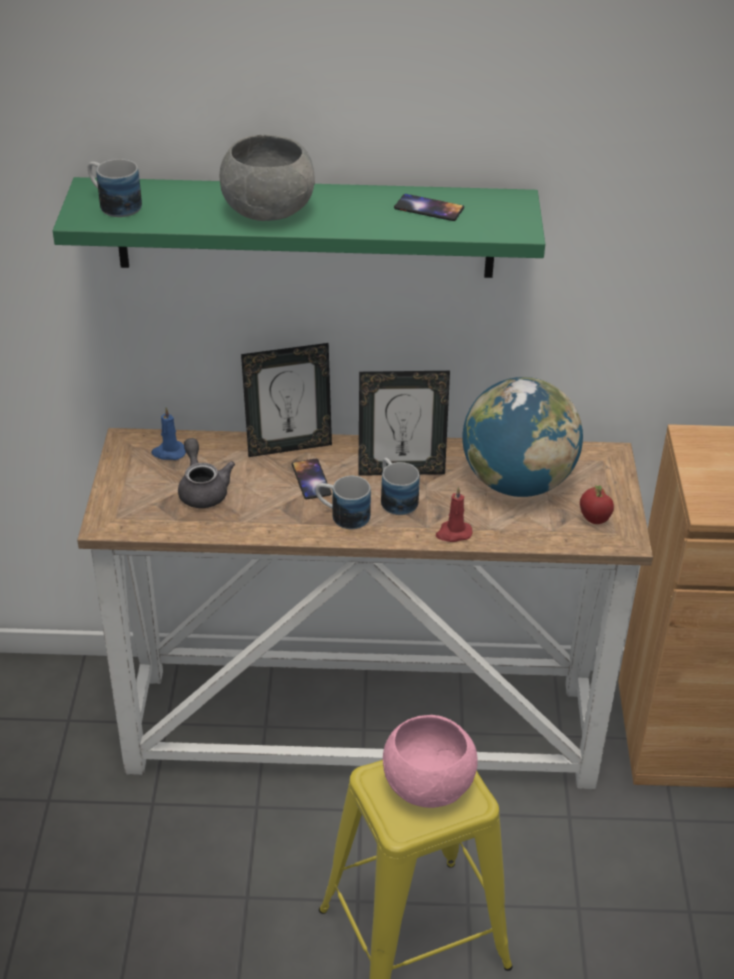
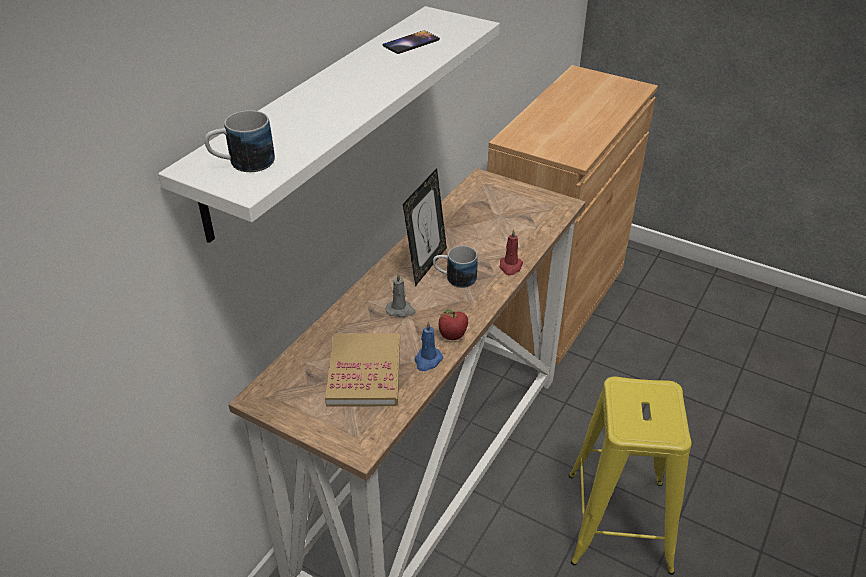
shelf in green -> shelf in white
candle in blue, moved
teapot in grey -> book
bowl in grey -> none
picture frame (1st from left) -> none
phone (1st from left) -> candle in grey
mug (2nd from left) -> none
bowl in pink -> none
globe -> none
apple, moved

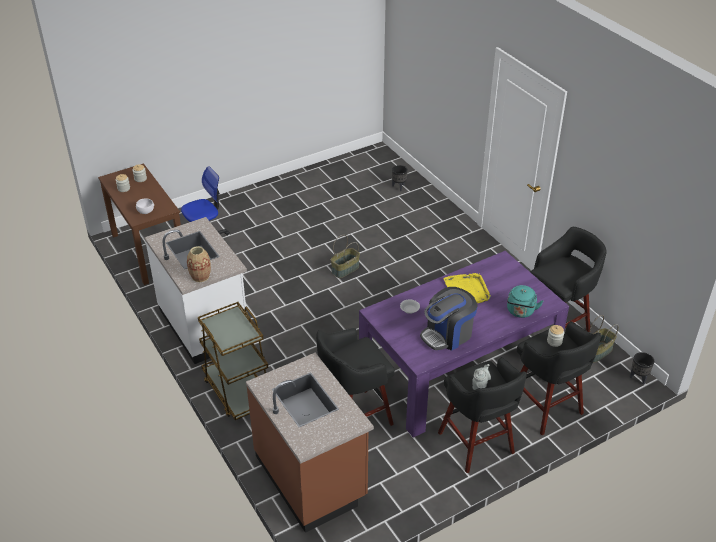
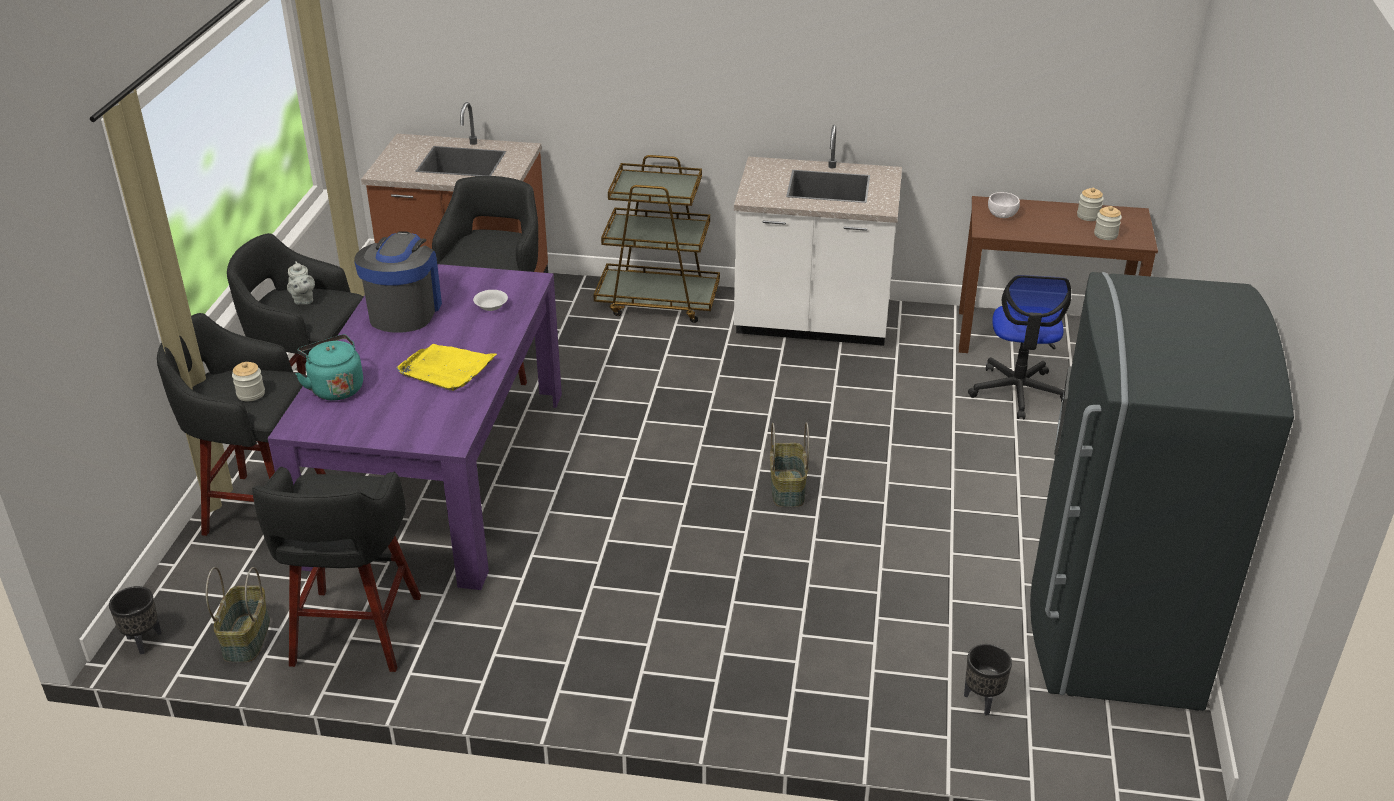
vase -> none
none -> fridge in grey

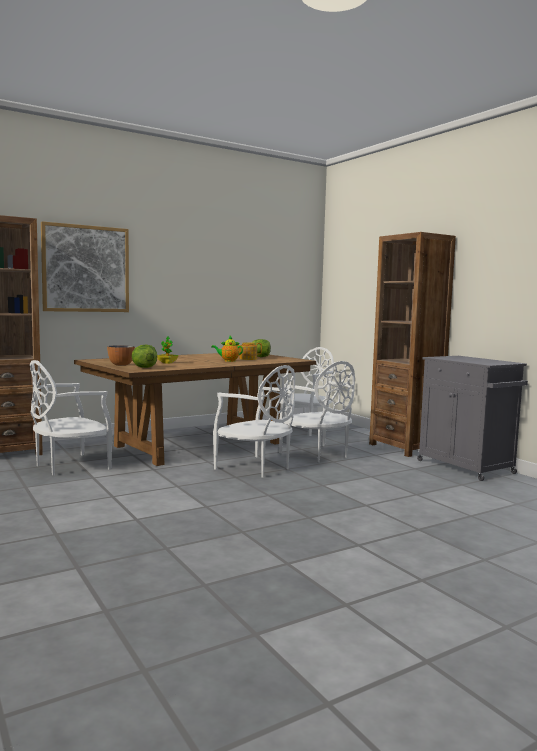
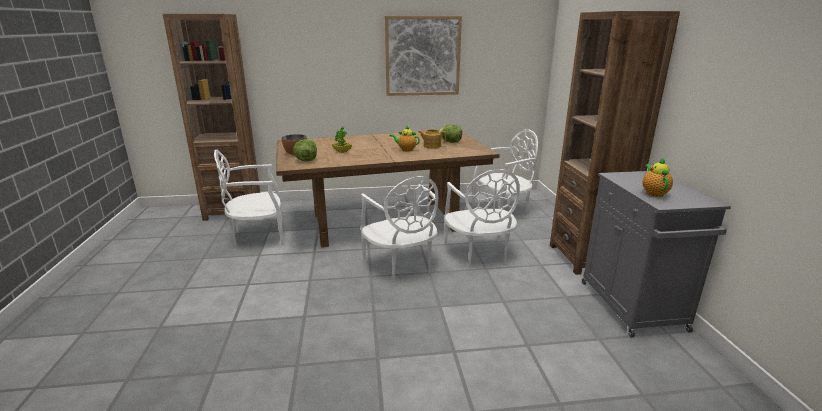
picture, moved
none -> teapot (3rd from left)

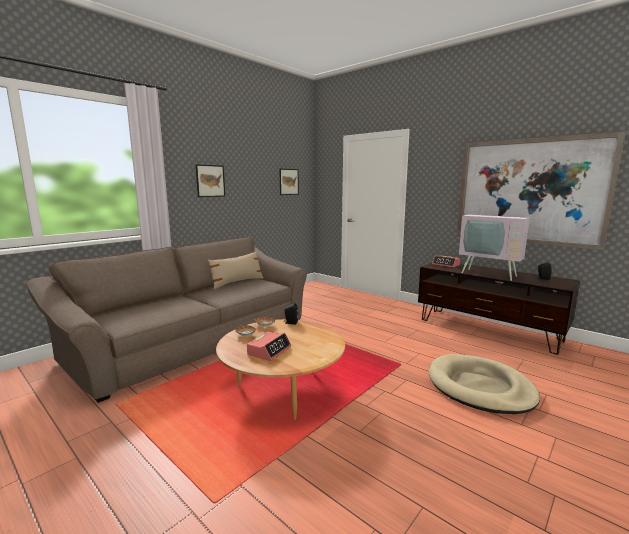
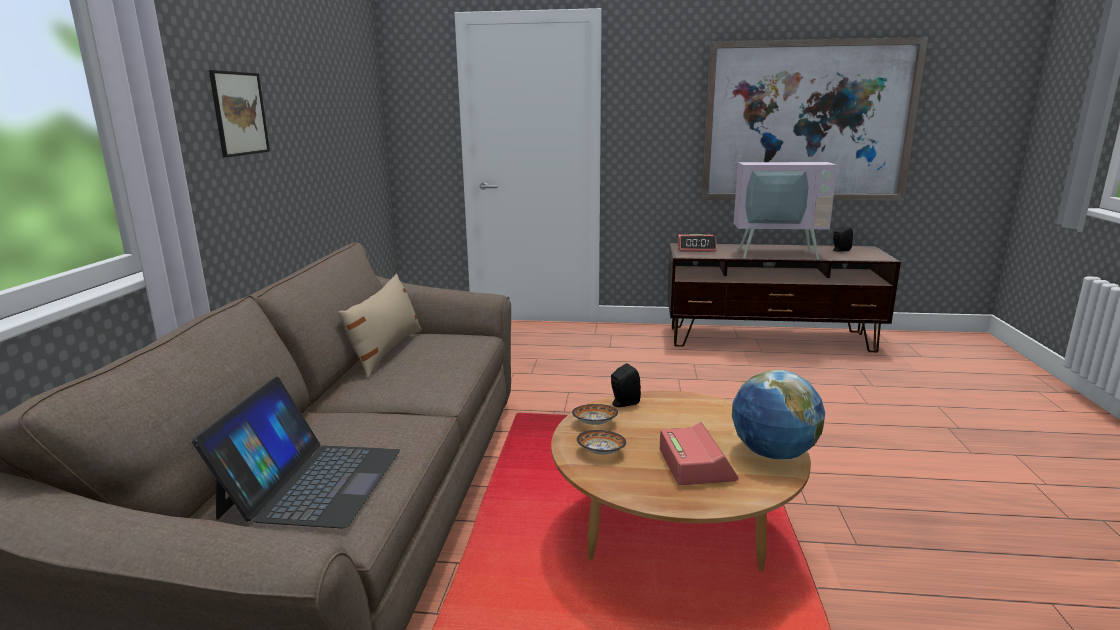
picture (2nd from left) -> none
dog bed in beige -> none
none -> laptop
none -> globe

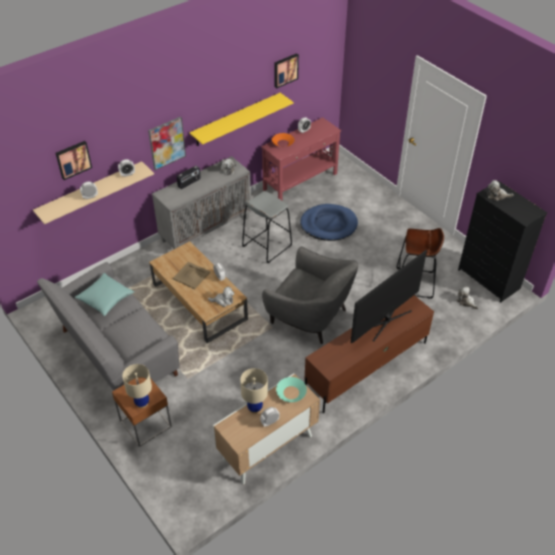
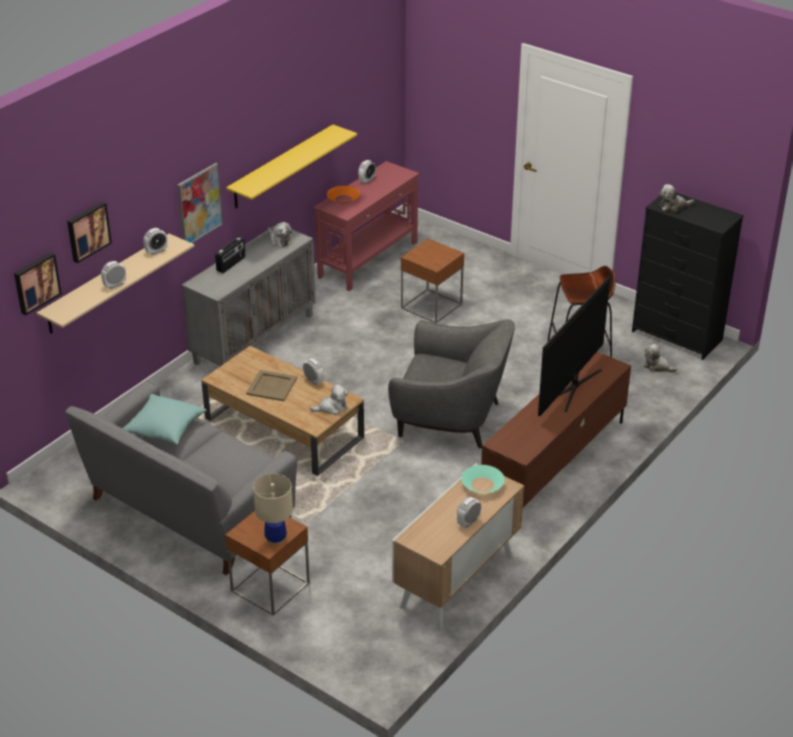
table lamp in beige (2nd from left) -> none
stool in grey -> none
picture (3rd from left in the first image) -> picture (1st from left), moved
dog bed in blue -> side table in brown (2nd from left)

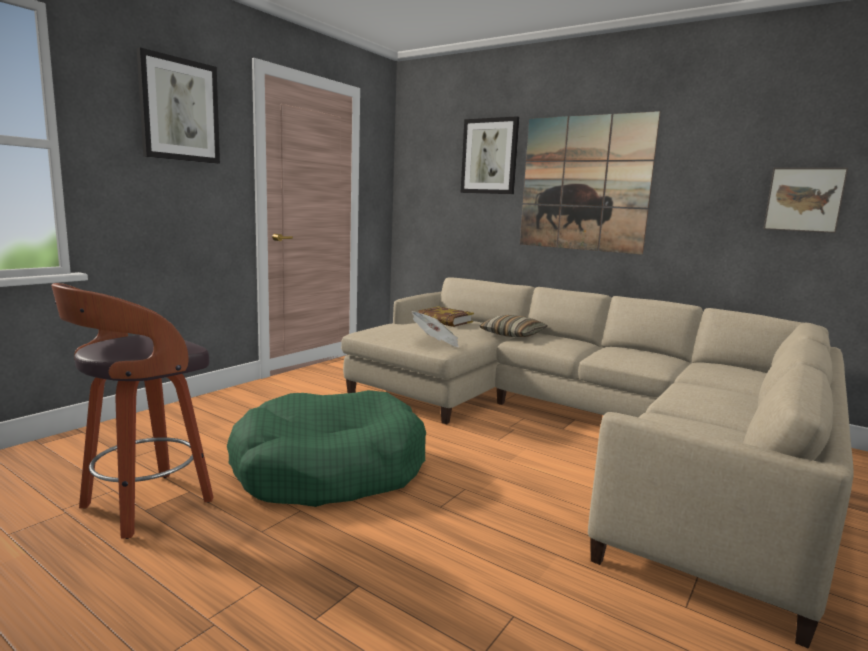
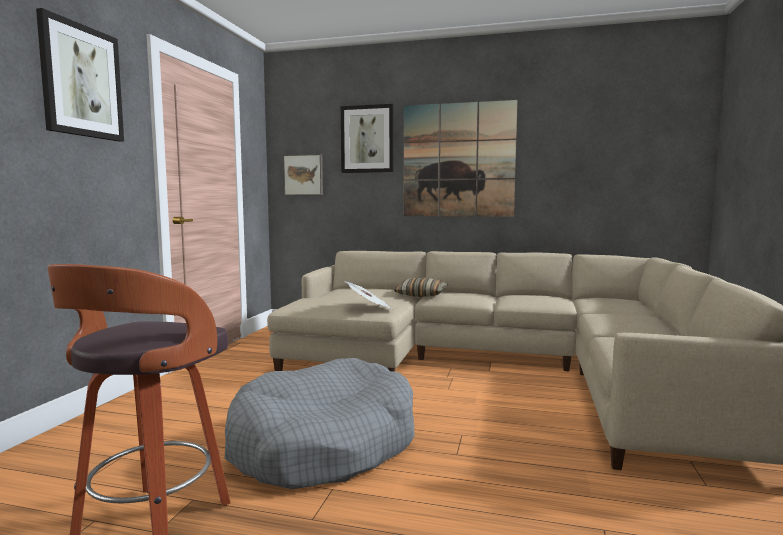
dog bed in green -> dog bed in grey
book -> none
picture (4th from left in the first image) -> picture (2nd from left), moved

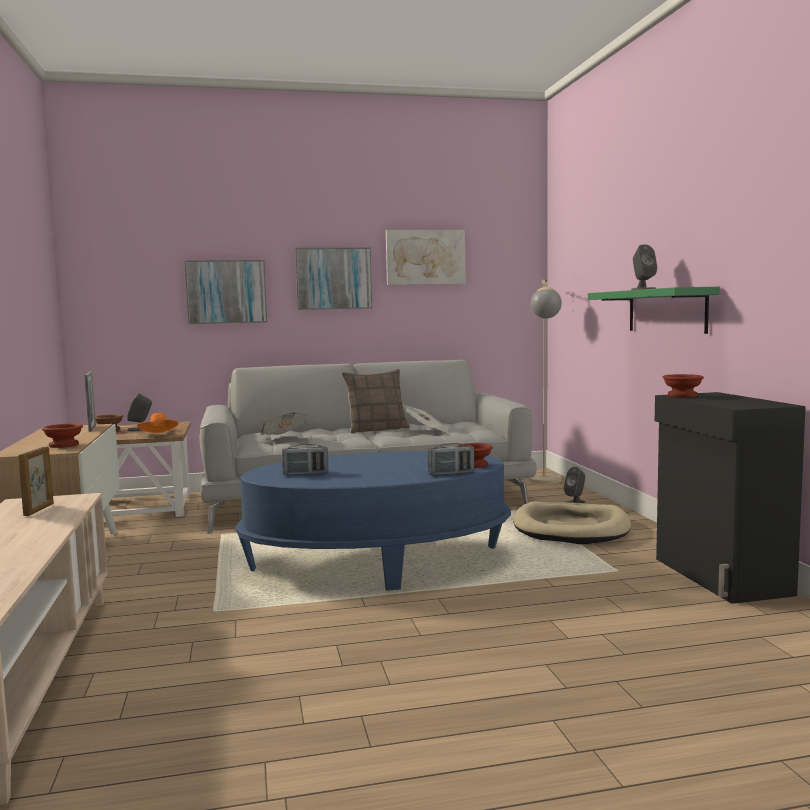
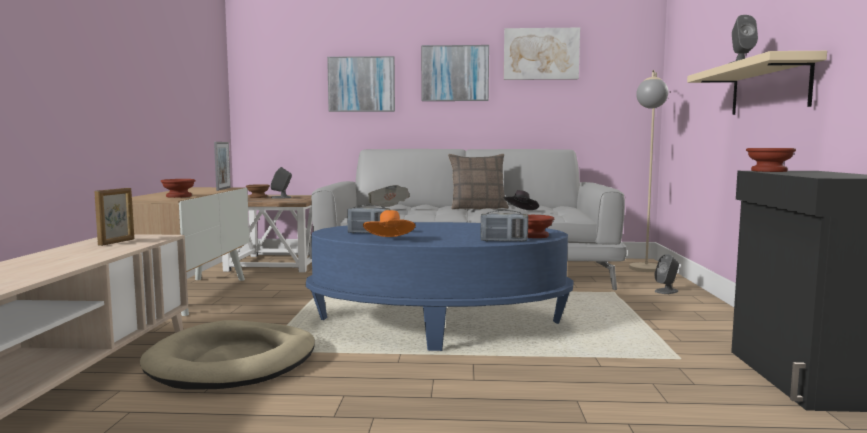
hat in orange, moved
newspaper (2nd from left) -> hat in black
dog bed in beige, moved
shelf in green -> shelf in beige

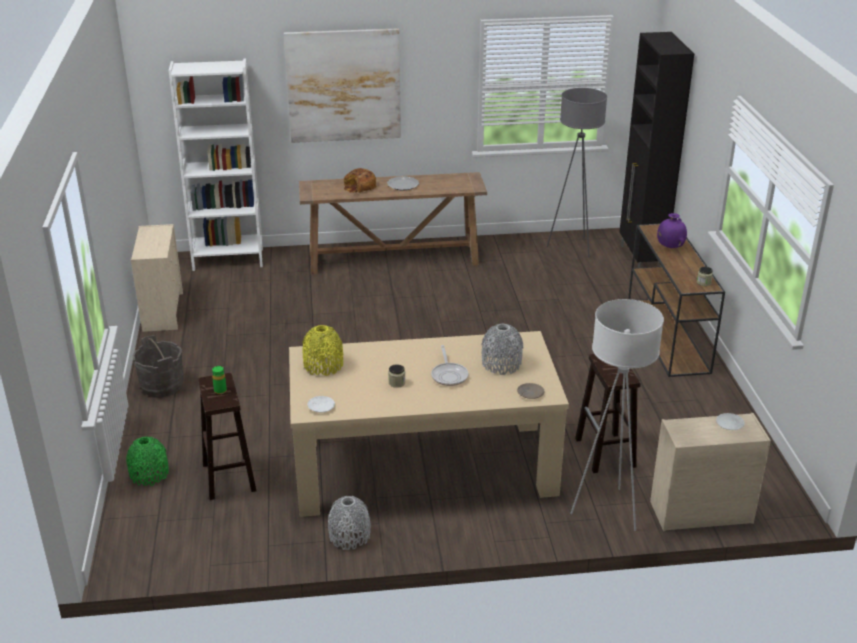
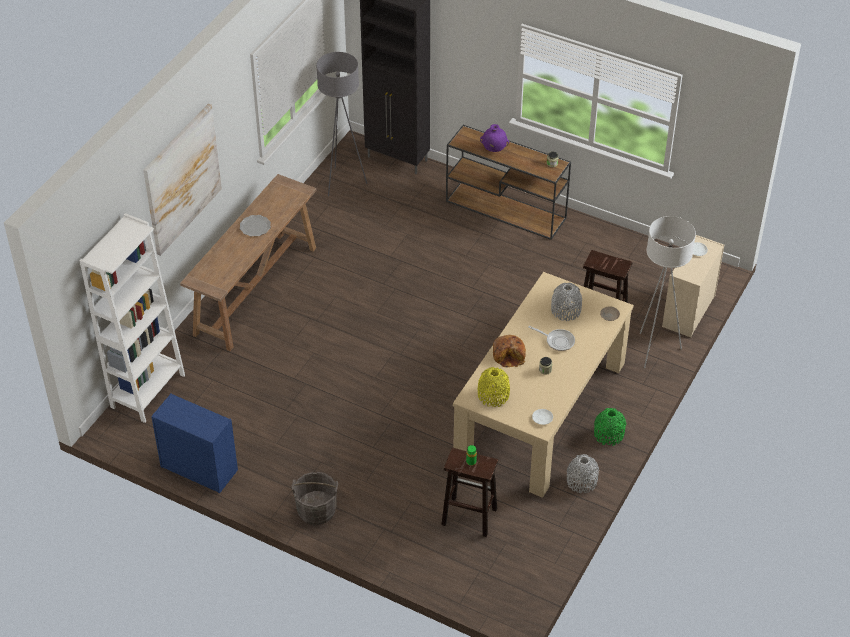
vase in green, moved
dresser in beige (1st from left) -> dresser in blue
bread, moved

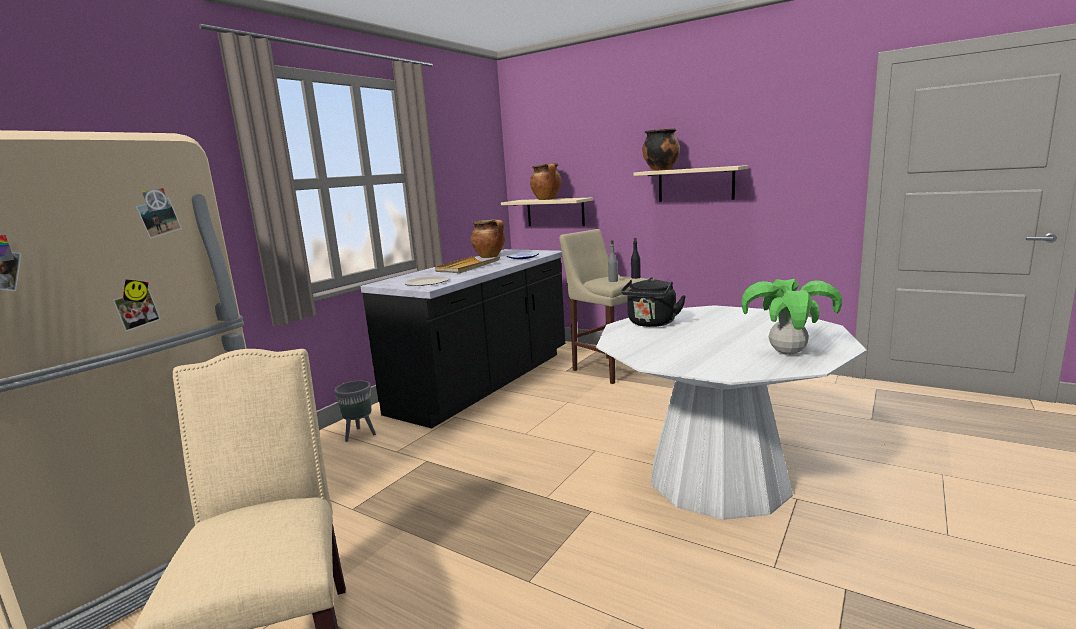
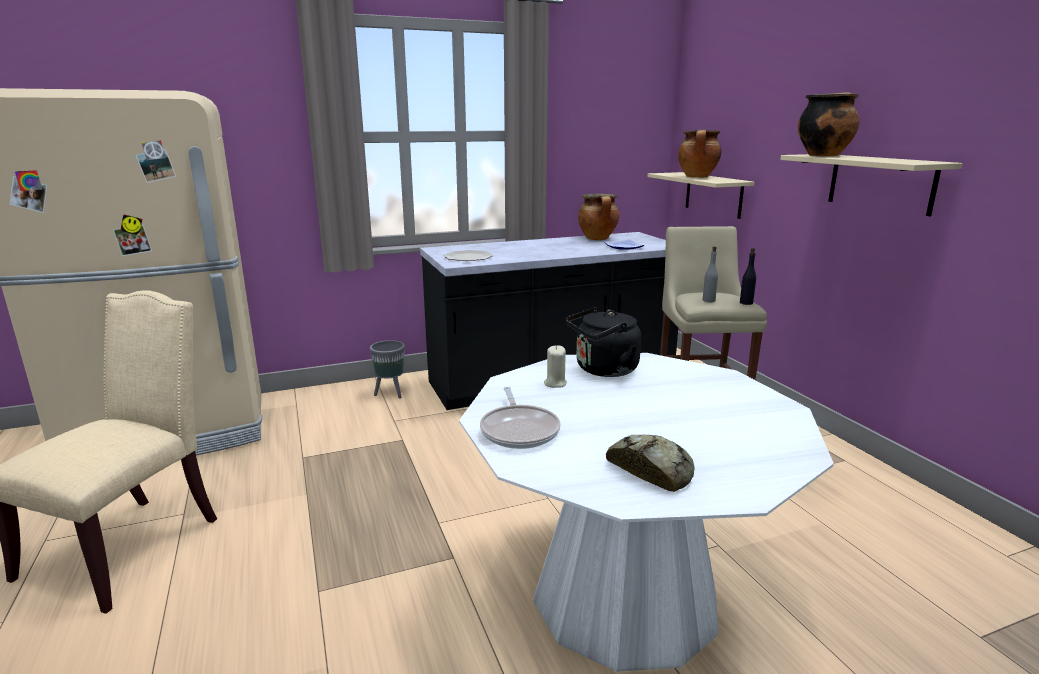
tray in beige -> none
potted plant -> bread
none -> frying pan
none -> candle in beige

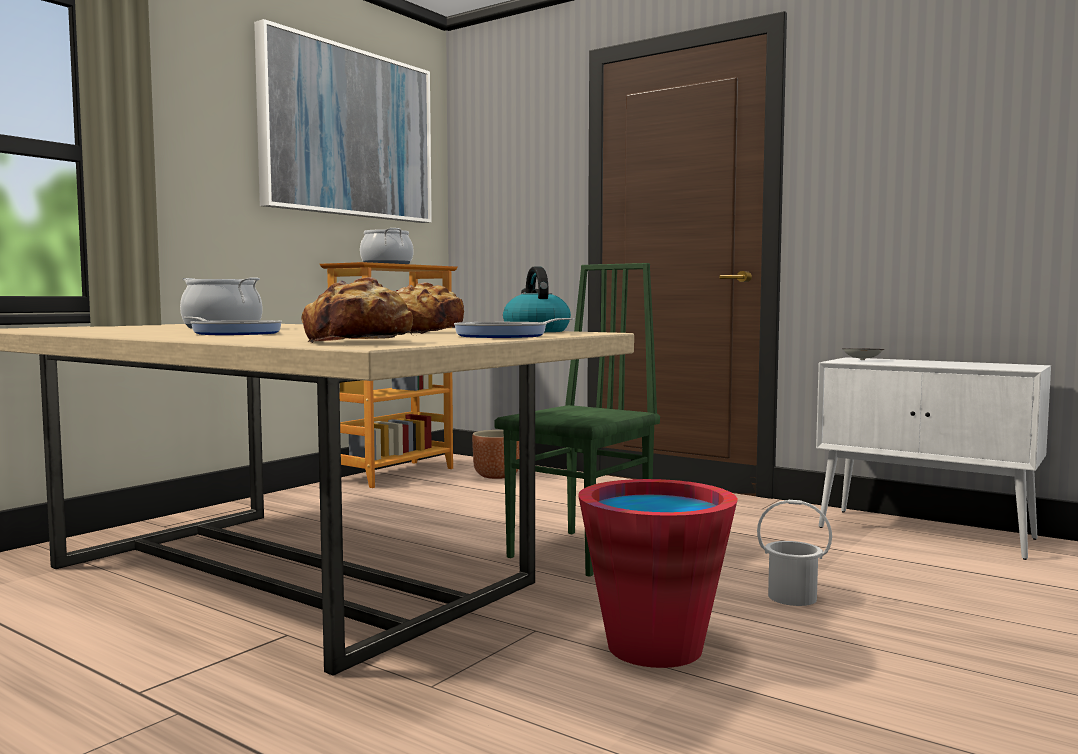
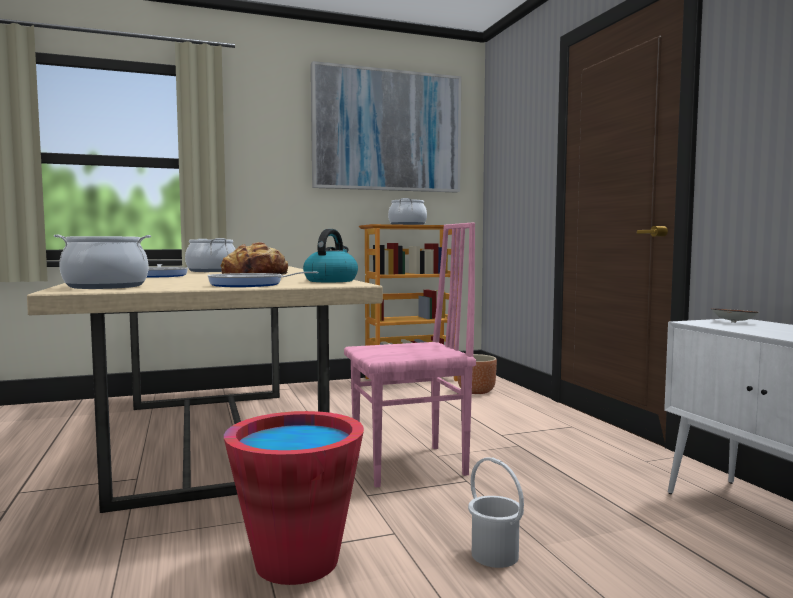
bread (1st from left) -> cooking pot (1st from left)
chair in green -> chair in pink

